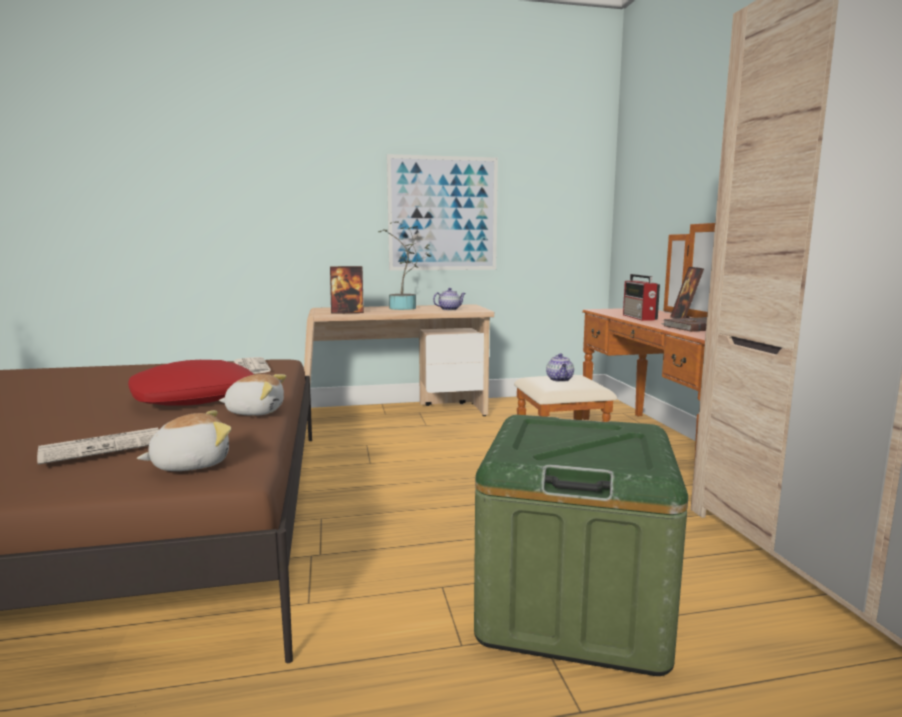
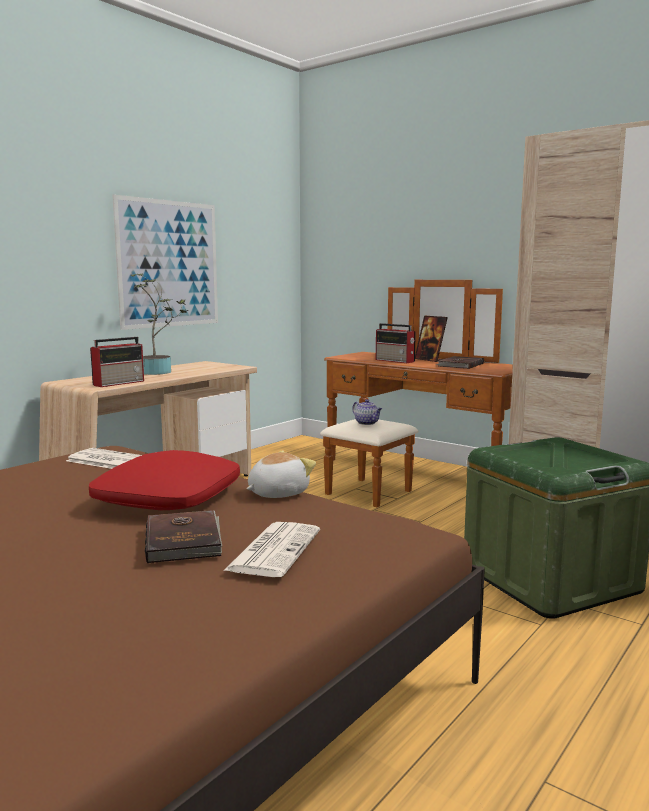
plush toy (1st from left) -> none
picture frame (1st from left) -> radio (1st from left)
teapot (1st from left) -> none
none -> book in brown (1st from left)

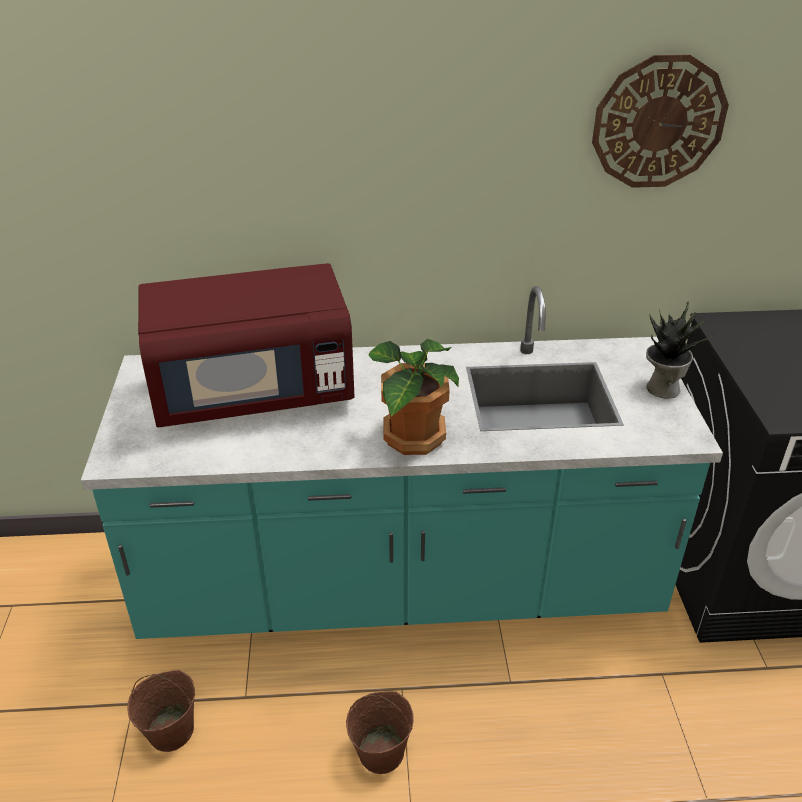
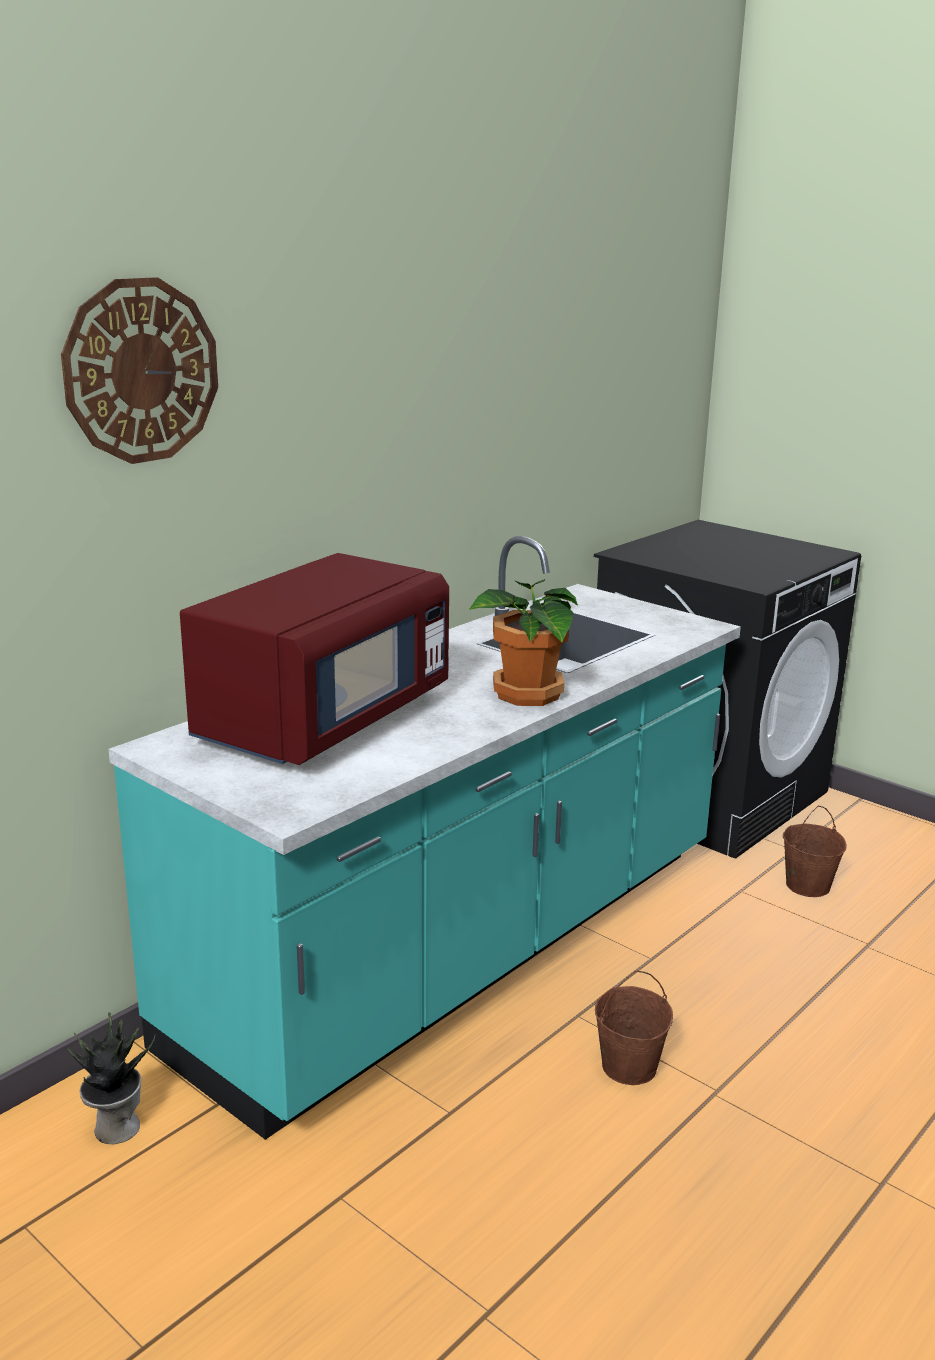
bucket in brown (1st from left in the first image) -> bucket in brown (2nd from left), moved
wall clock, moved
potted plant (2nd from left in the first image) -> potted plant (1st from left), moved

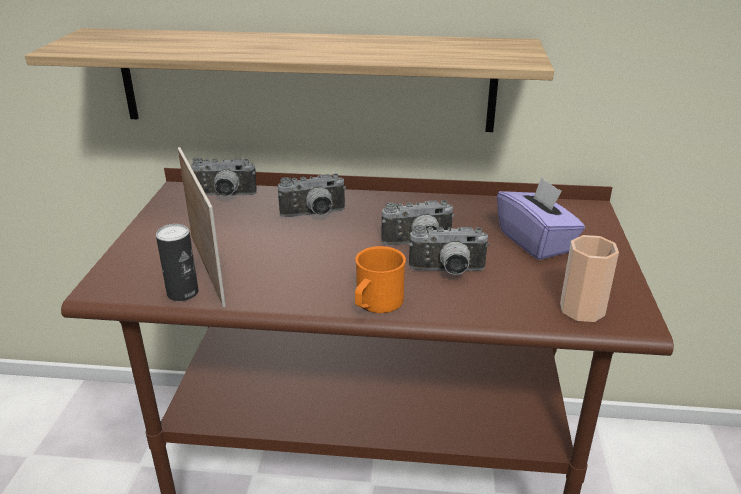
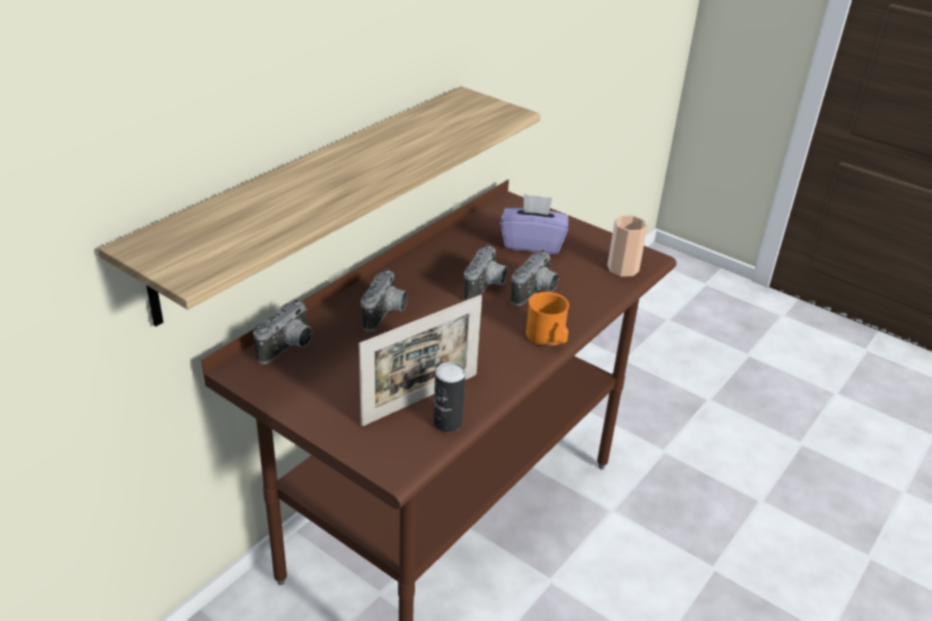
picture frame, 135 degrees clockwise

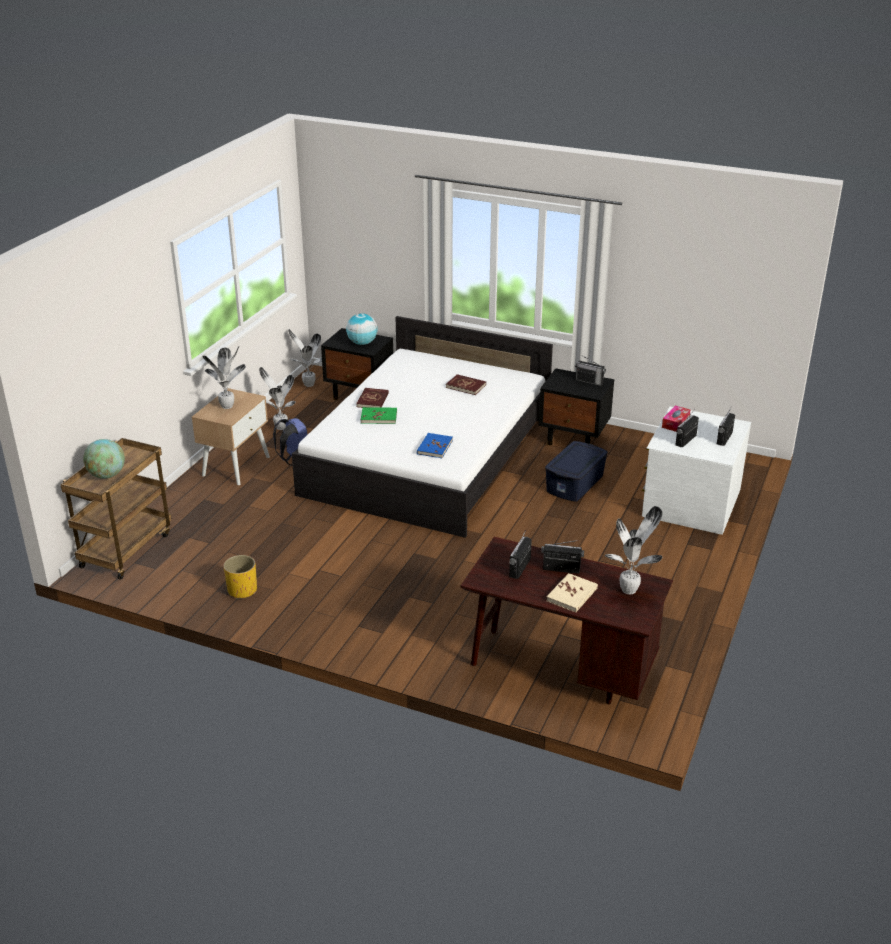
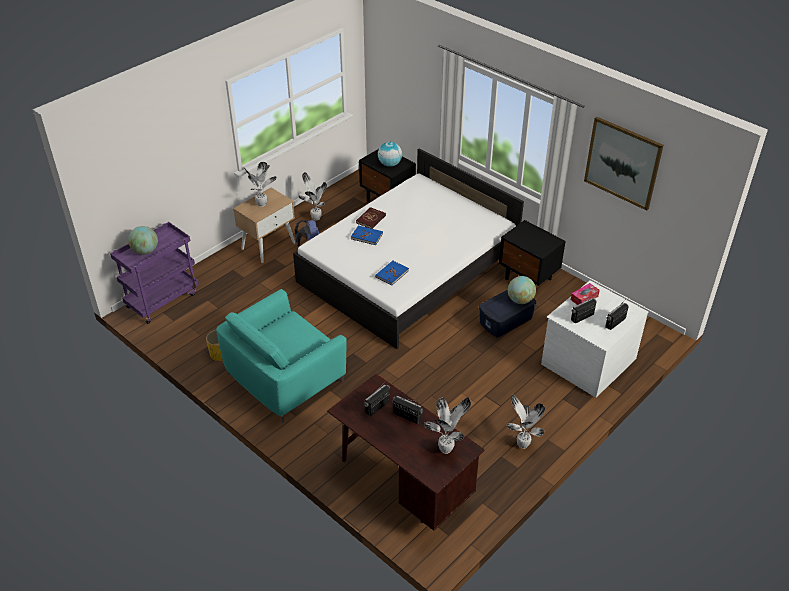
cart in brown -> cart in purple
potted plant (3rd from left in the first image) -> potted plant (4th from left), moved
book in green -> book in blue (1st from left)
book in red (2nd from left) -> none
book in beige -> none
radio (3rd from left) -> none
none -> armchair in turquoise
none -> globe (3rd from left)
none -> picture

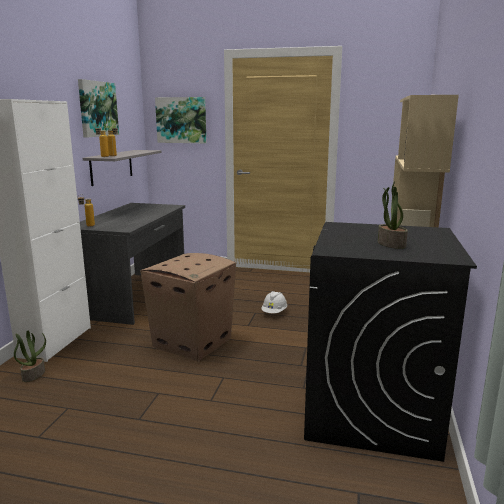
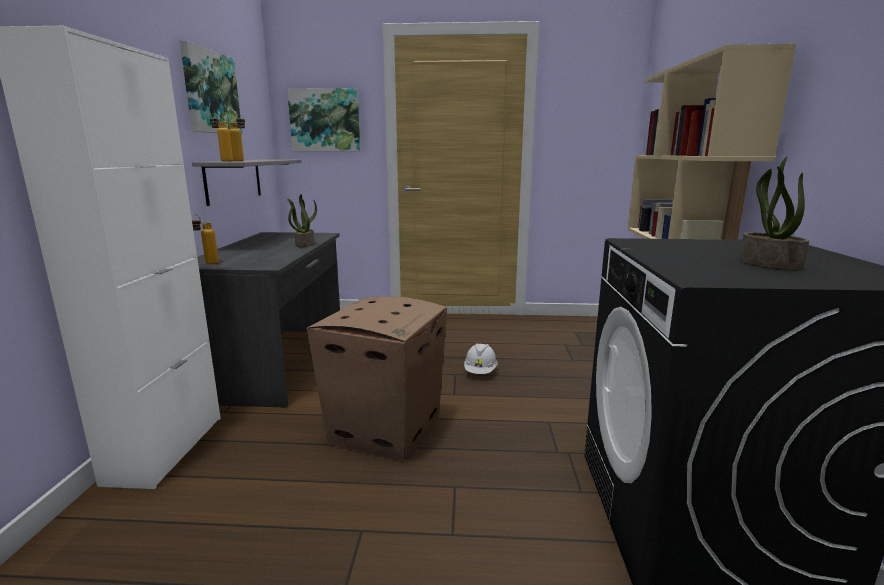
potted plant (1st from left), moved

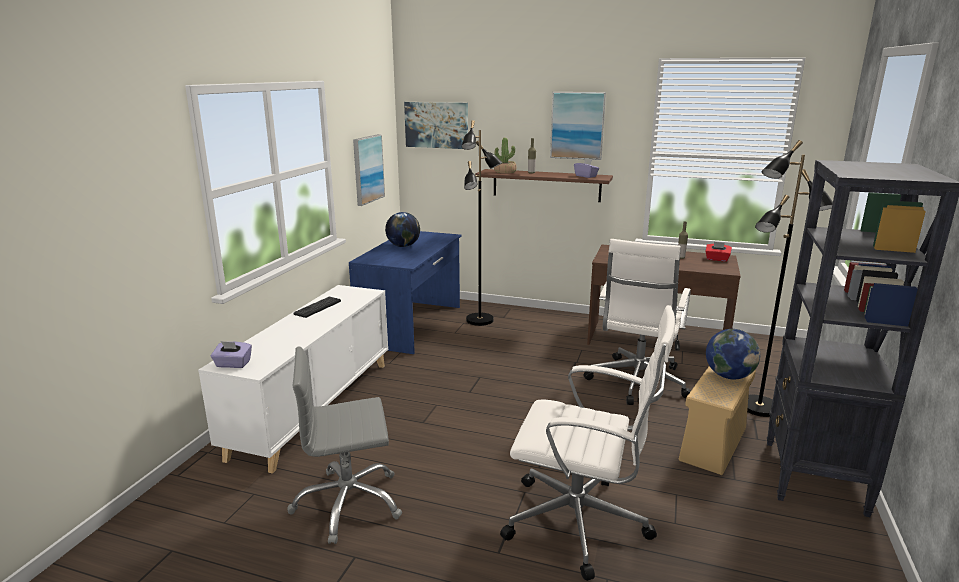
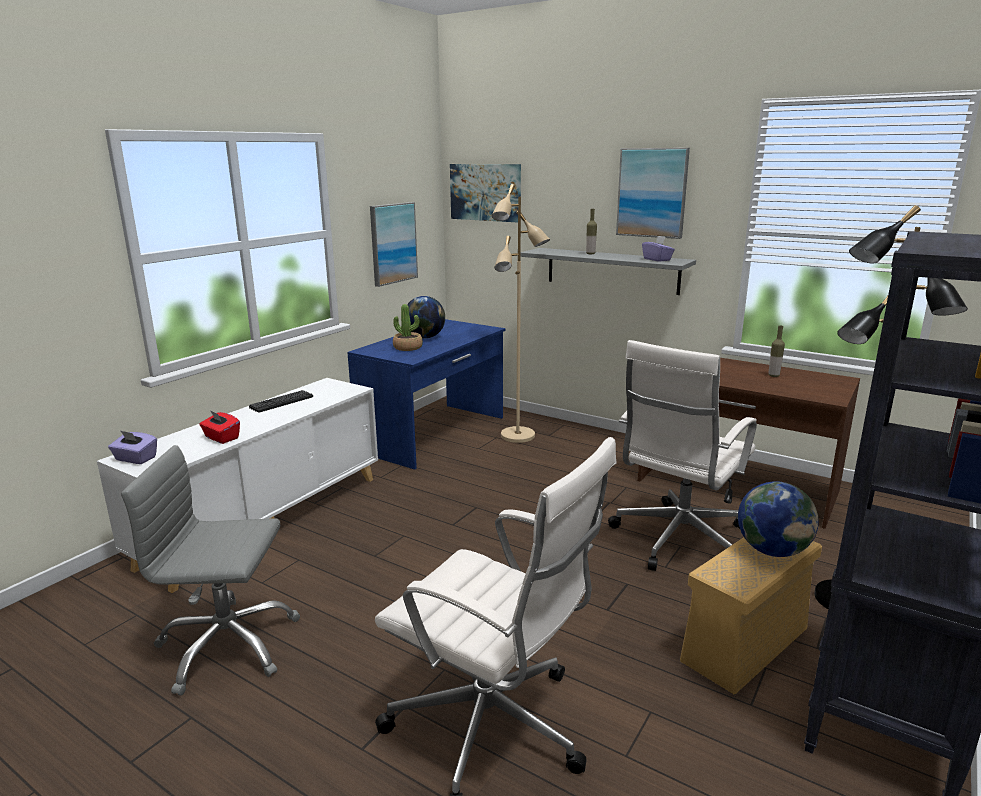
floor lamp in black (1st from left) -> floor lamp in beige
shelf in brown -> shelf in grey
potted plant, moved
tissue box in red, moved

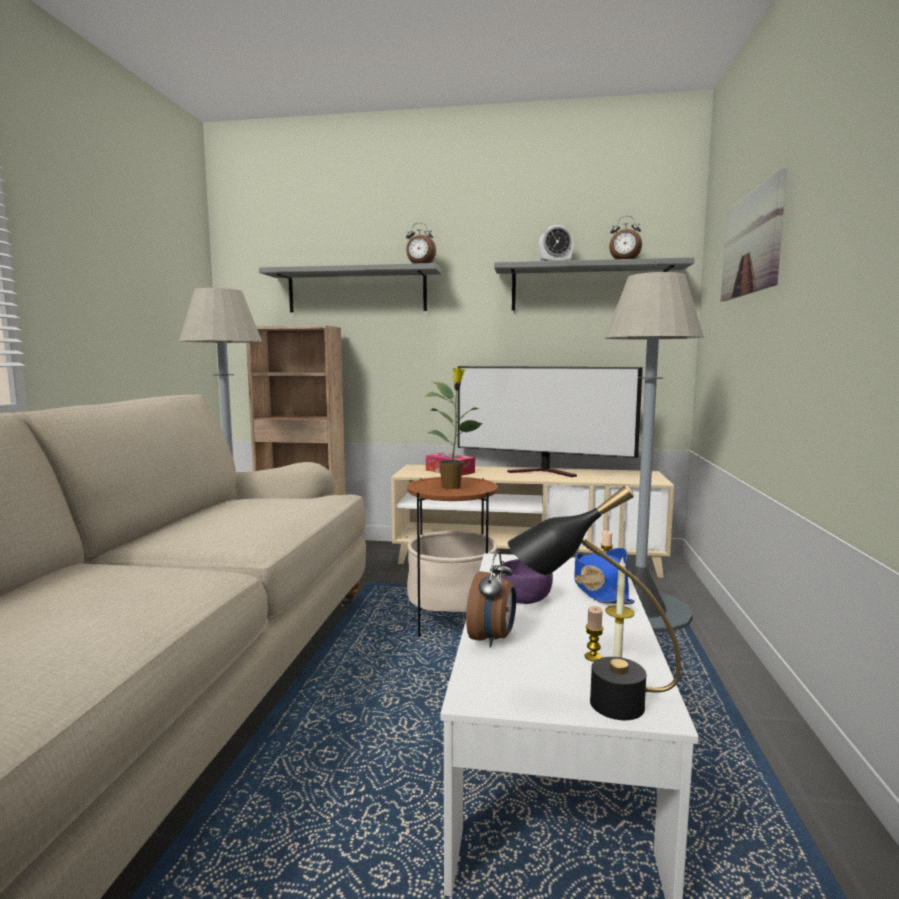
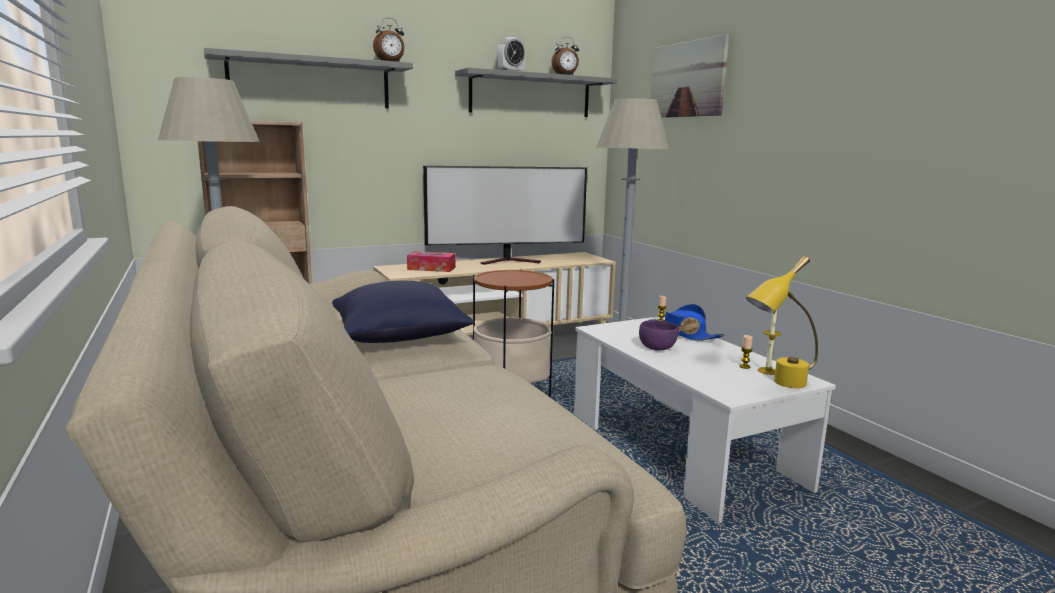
potted plant -> none
alarm clock (2nd from left) -> none
table lamp in black -> table lamp in yellow
none -> pillow in blue

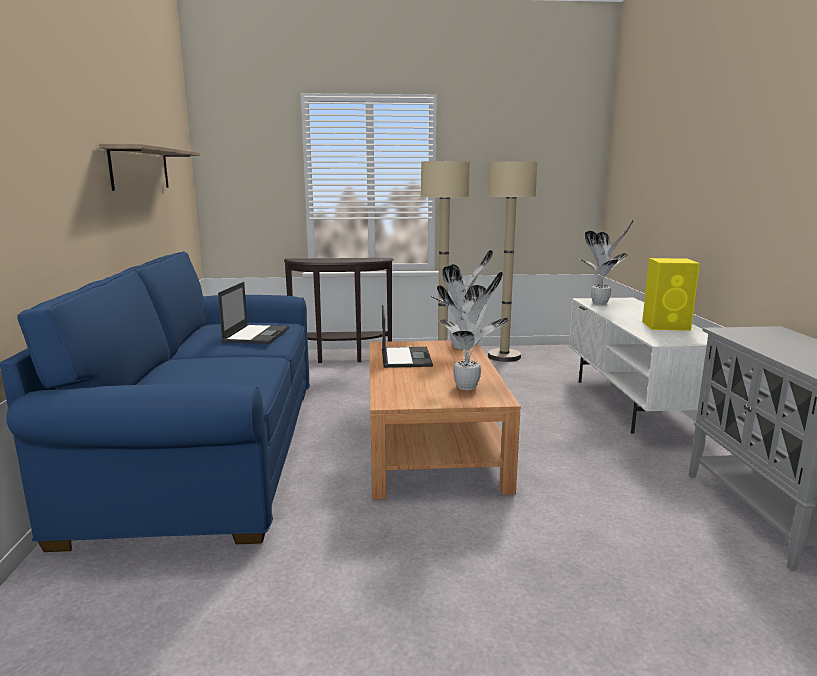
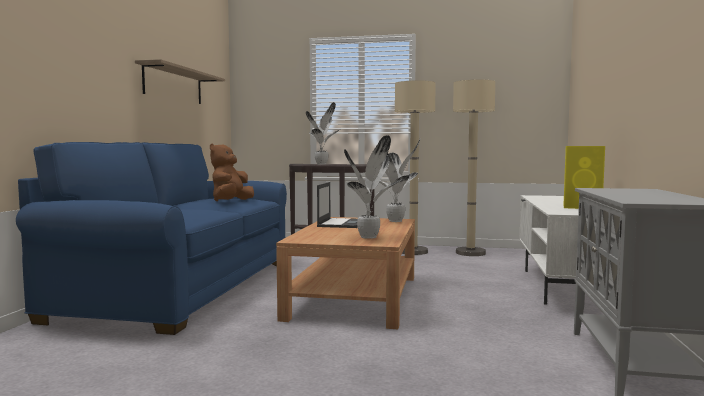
laptop (1st from left) -> plush toy in brown
potted plant (3rd from left in the first image) -> potted plant (1st from left), moved

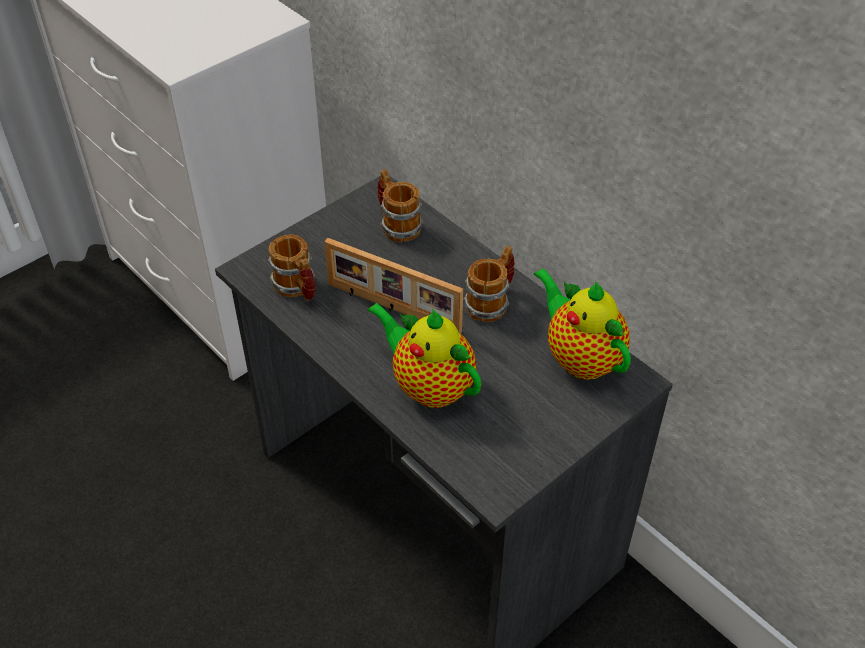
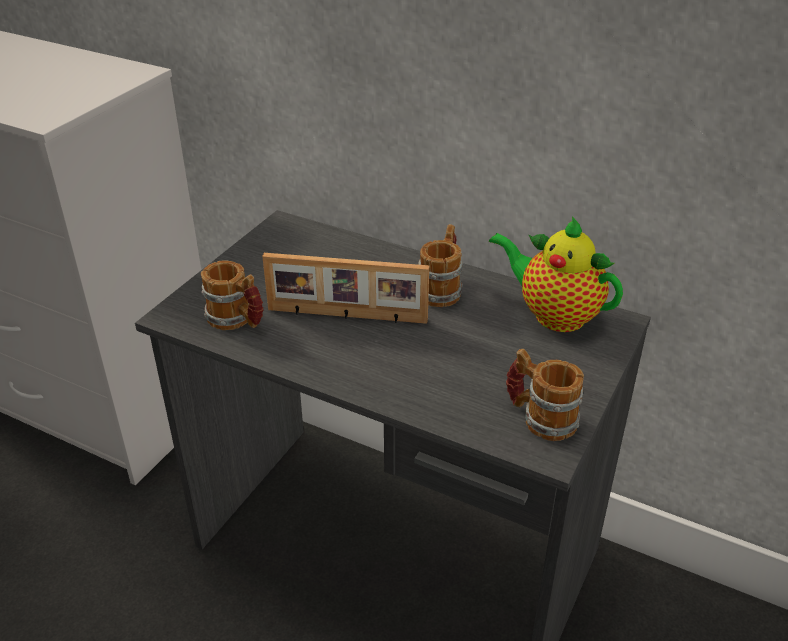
teapot (1st from left) -> none
mug (2nd from left in the first image) -> mug (3rd from left), moved

